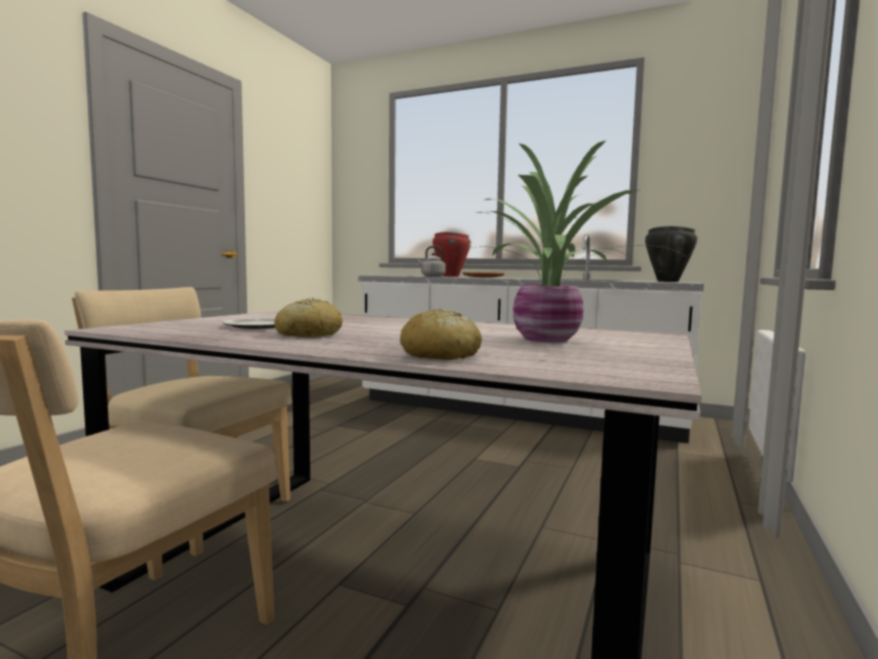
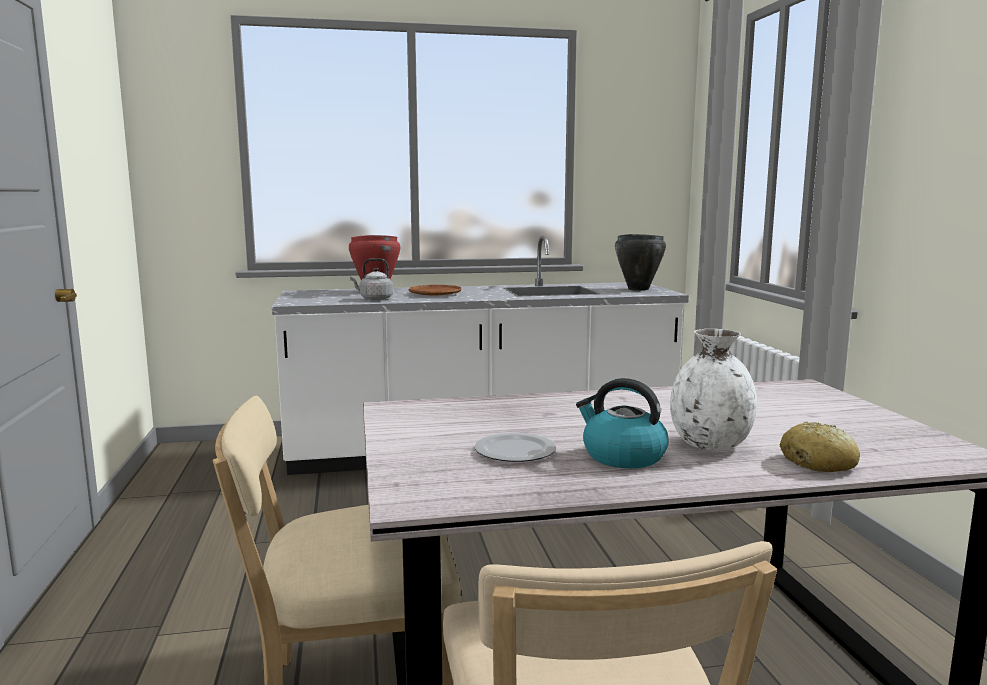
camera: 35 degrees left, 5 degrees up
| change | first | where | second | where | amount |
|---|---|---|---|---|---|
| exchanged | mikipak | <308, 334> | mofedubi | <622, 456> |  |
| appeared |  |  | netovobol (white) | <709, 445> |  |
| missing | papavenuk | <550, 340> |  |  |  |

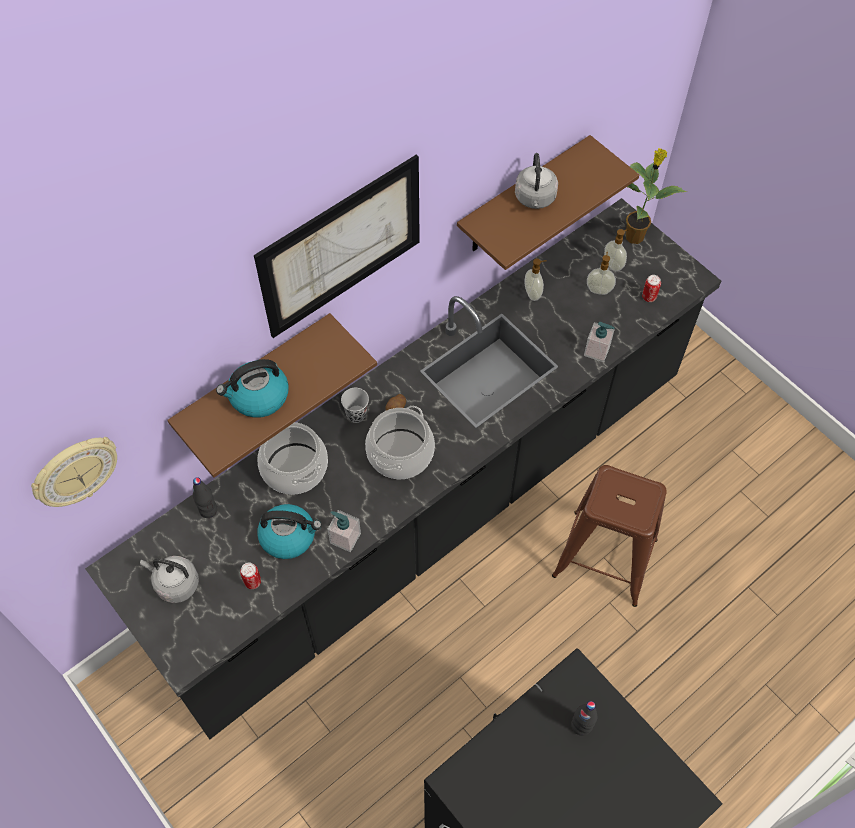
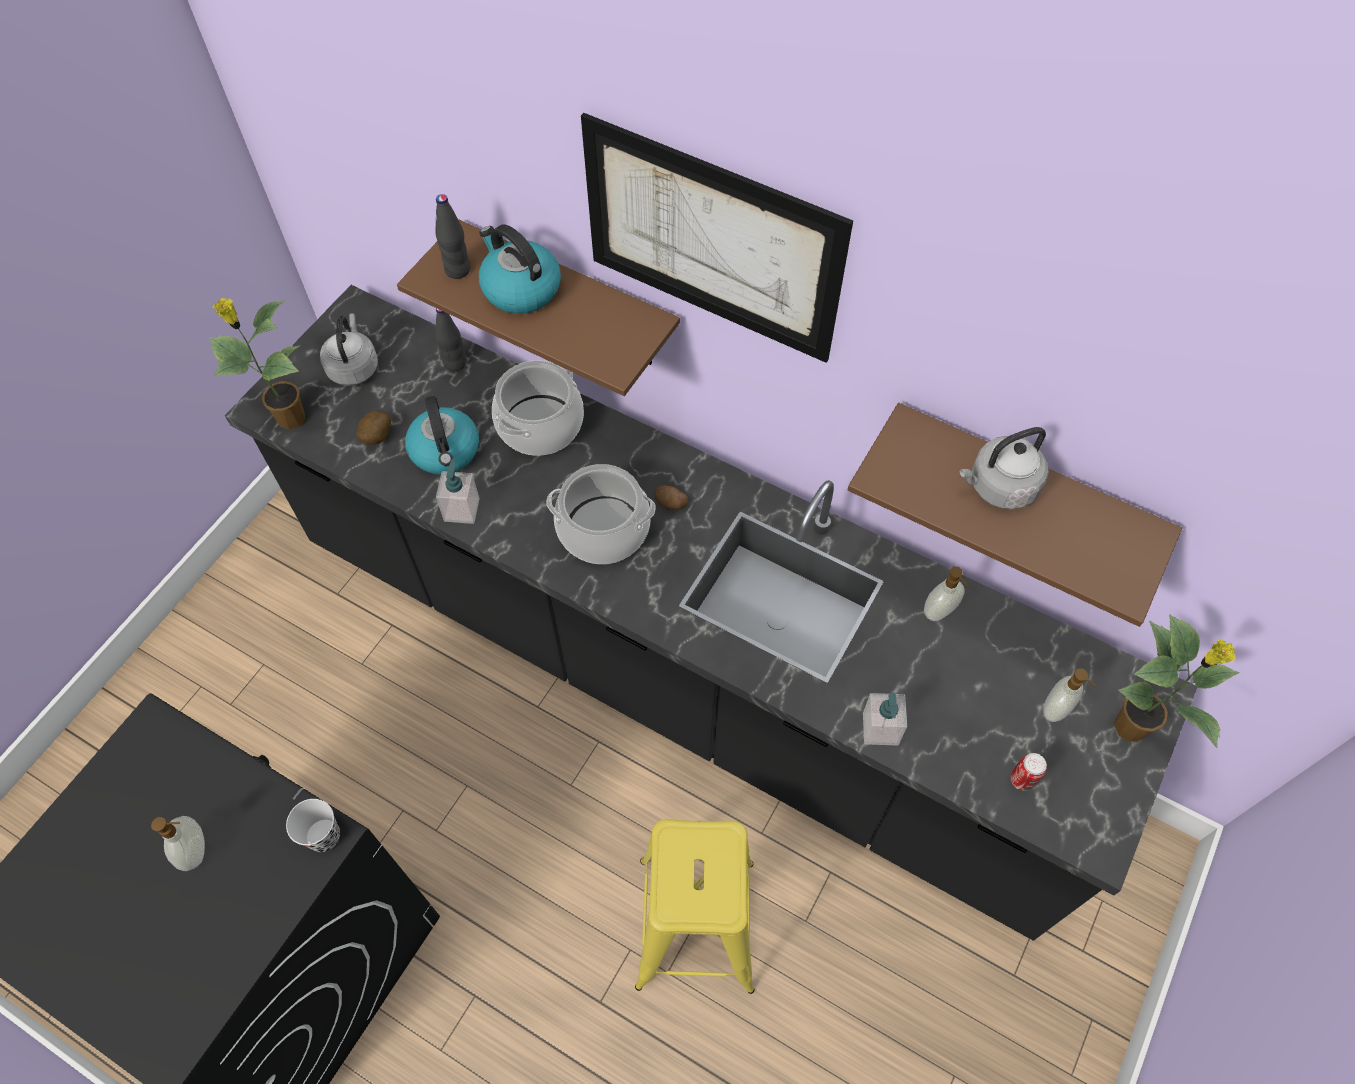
camera: 70 degrees right, 0 degrees up
| change | first | where | second | where | amount |
|---|---|---|---|---|---|
| relocated | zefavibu | <599, 289> |  | <197, 850> |  |
| appeared |  |  | papavenuk | <289, 418> |  |
| relocated | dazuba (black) | <356, 414> |  | <324, 836> |  |
| exchanged | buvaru | <253, 582> | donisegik | <376, 437> |  |
| relocated | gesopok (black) | <581, 725> |  | <458, 270> |  |
| colour | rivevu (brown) | <605, 557> | rivevu (yellow) | <695, 923> |  |
| missing | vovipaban | <75, 471> |  |  |  |

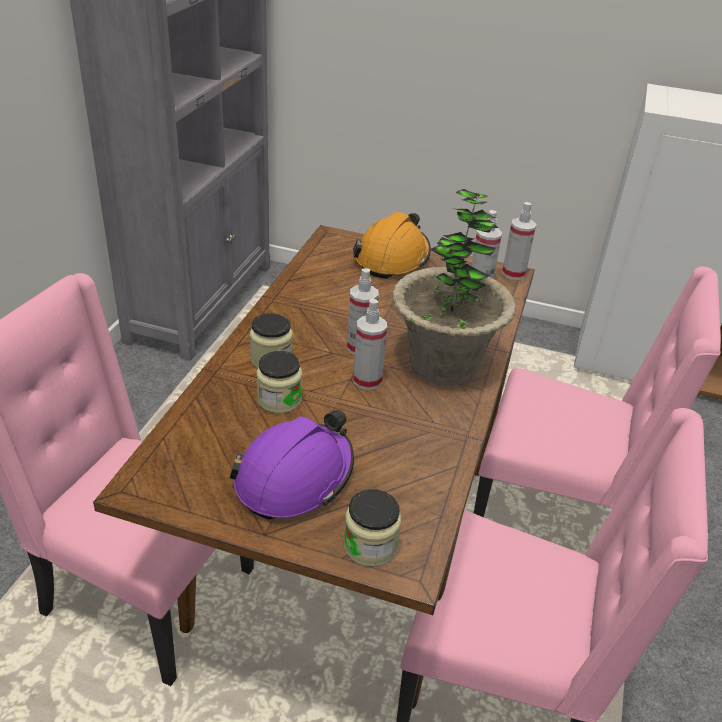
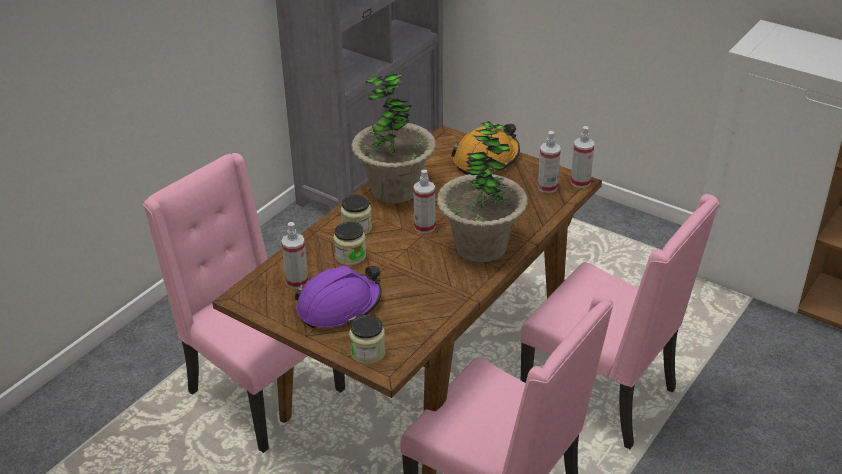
camera: 20 degrees right, 0 degrees up
| change | first | where | second | where | amount |
|---|---|---|---|---|---|
| relocated | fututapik | <367, 380> |  | <297, 281> |  |
| appeared |  |  | papavenuk | <395, 189> |  |

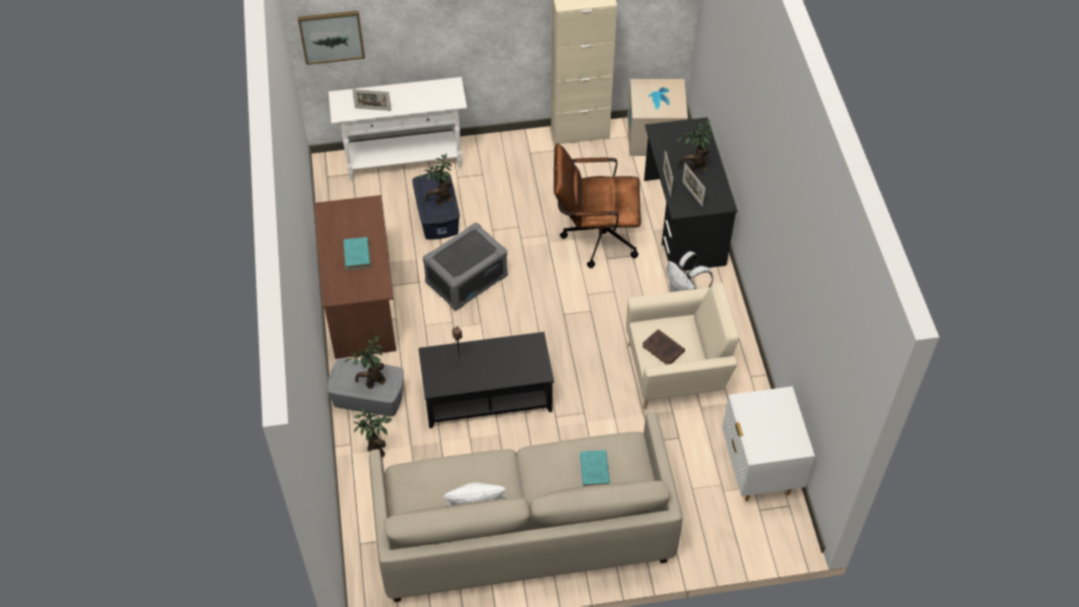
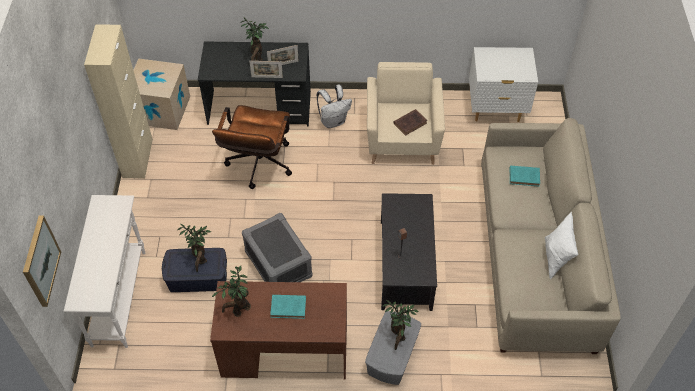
camera: 80 degrees left, 0 degrees up
| change | first | where | second | where | amount |
|---|---|---|---|---|---|
| relocated | papavenuk | <375, 449> |  | <239, 310> |  |
| missing | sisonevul | <373, 109> |  |  |  |

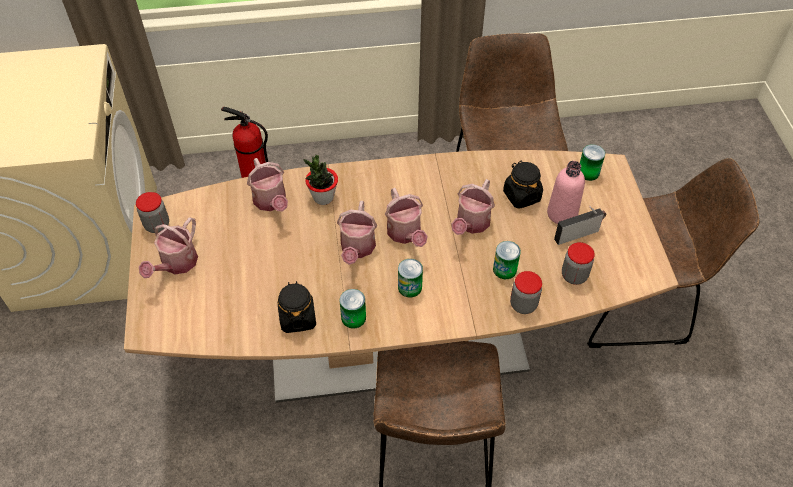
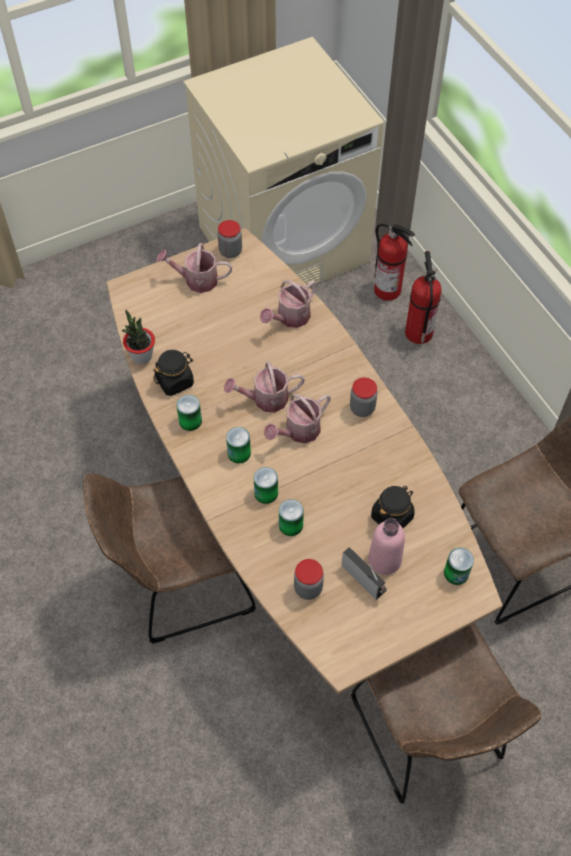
camera: 70 degrees right, 5 degrees up
| change | first | where | second | where | amount |
|---|---|---|---|---|---|
| relocated | papavenuk | <323, 197> |  | <141, 356> |  |
| appeared |  |  | buvaru | <266, 493> |  |
| relocated | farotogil | <523, 304> |  | <362, 408> |  |
| appeared |  |  | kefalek | <388, 290> |  |
| missing | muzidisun | <471, 224> |  |  |  |

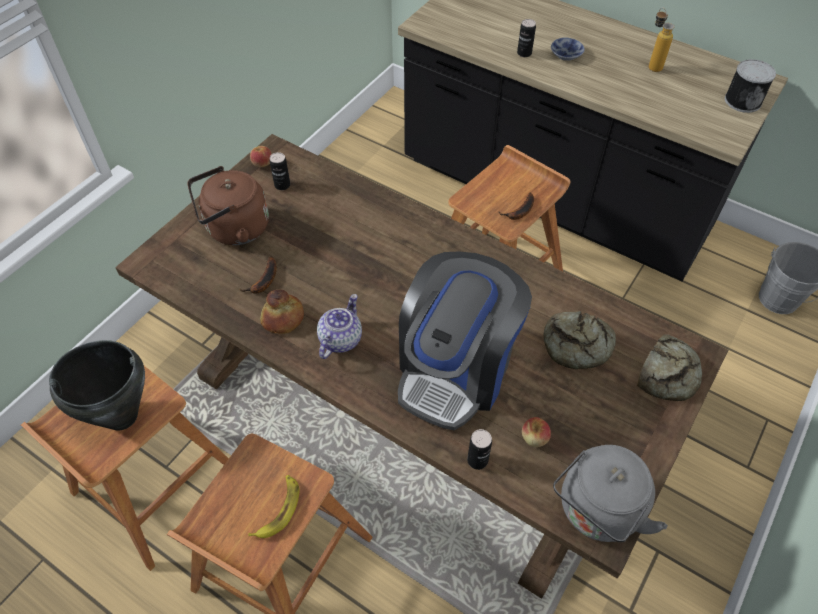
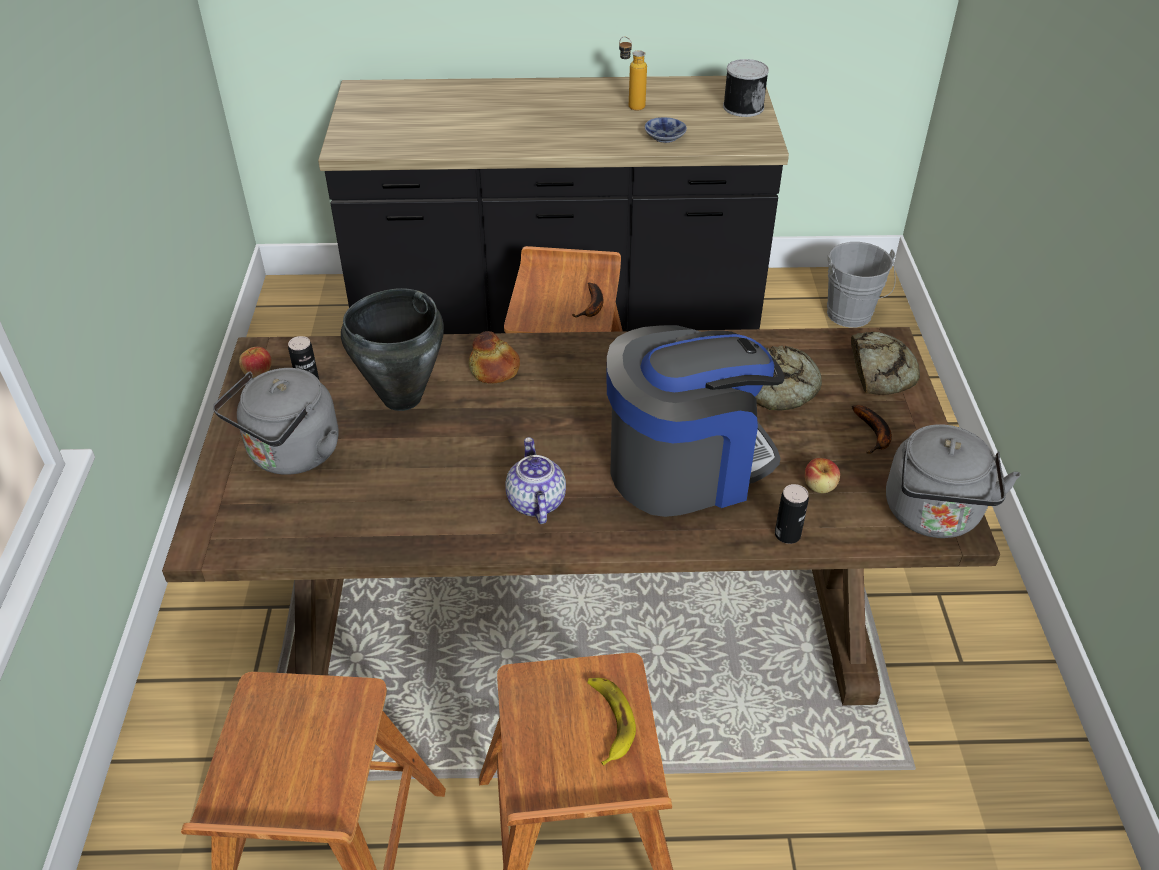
camera: 35 degrees left, 10 degrees down
| change | first | where | second | where | amount |
|---|---|---|---|---|---|
| colour | mofedubi (brown) | <234, 229> | mofedubi (grey) | <291, 455> |  |
| relocated | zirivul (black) | <121, 416> |  | <401, 398> |  |
| relocated | mikipak | <283, 318> |  | <495, 369> |  |
| spun | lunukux | <456, 369> |  | <686, 466> | 105 degrees counterclockwise |
| relocated | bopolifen | <565, 54> |  | <663, 136> |  |
| relocated | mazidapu | <264, 281> |  | <874, 434> |  |
| missing | buvaru | <524, 53> |  |  |  |

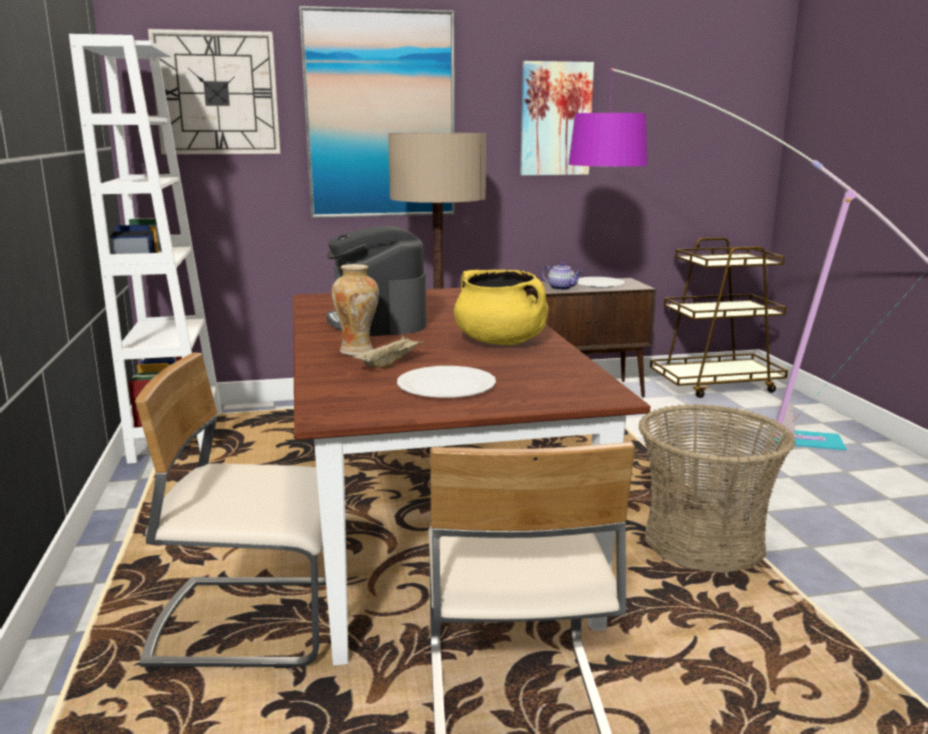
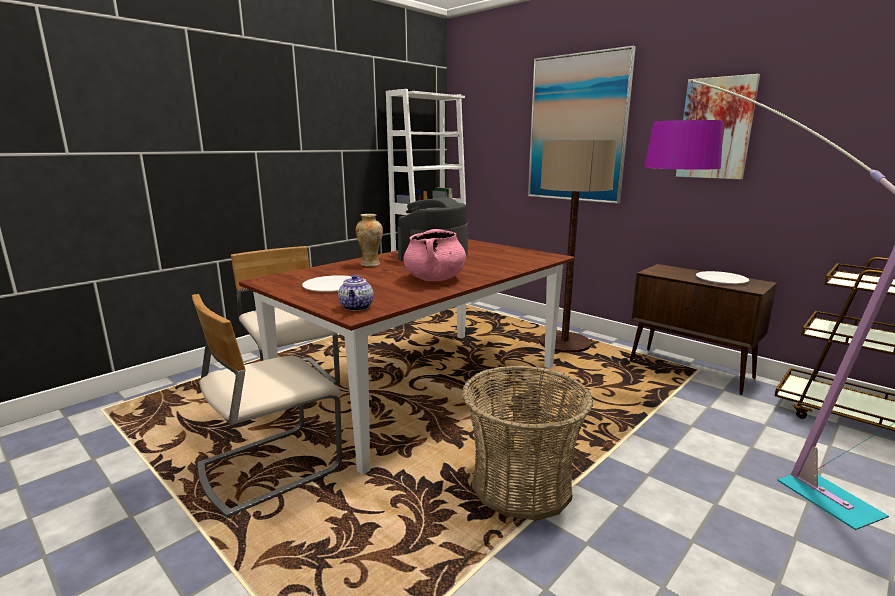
camera: 55 degrees right, 0 degrees up
| change | first | where | second | where | amount |
|---|---|---|---|---|---|
| relocated | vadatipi | <561, 288> |  | <357, 307> |  |
| colour | zirivul (yellow) | <501, 342> | zirivul (pink) | <435, 279> |  |
| missing | vovipaban | <216, 93> |  |  |  |
| missing | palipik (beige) | <390, 364> |  |  |  |

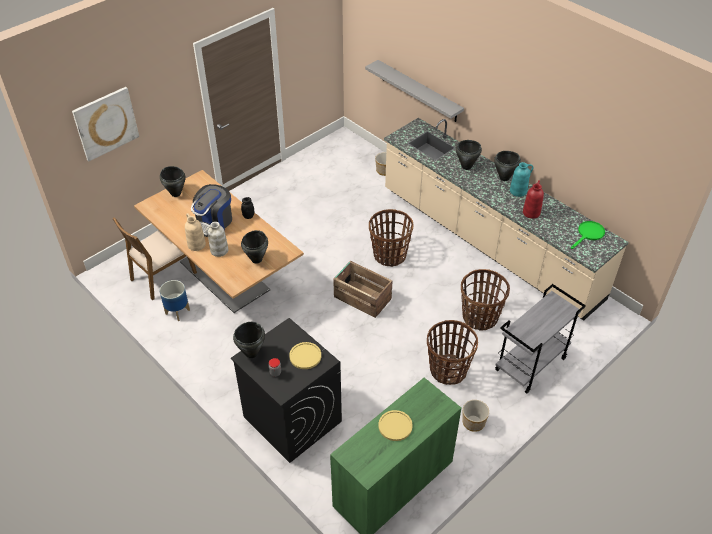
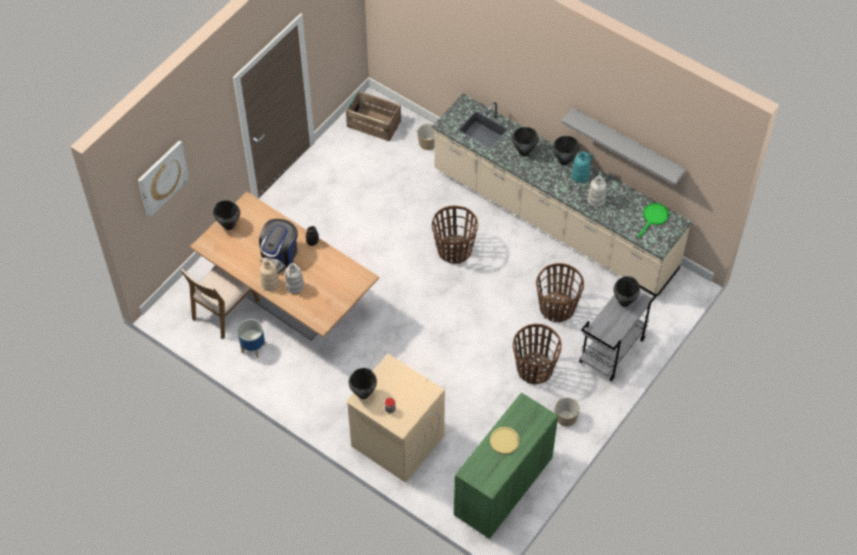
camera: 10 degrees left, 10 degrees up
| change | first | where | second | where | amount |
|---|---|---|---|---|---|
| relocated | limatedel | <362, 297> |  | <373, 123> |  |
| colour | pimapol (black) | <291, 419> | pimapol (beige) | <397, 441> |  |
| relocated | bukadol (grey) | <418, 91> |  | <627, 145> |  |
| colour | netovobol (red) | <531, 212> | netovobol (white) | <596, 200> |  |
| relocated | zirivul (black) | <257, 259> |  | <624, 302> |  |
| missing | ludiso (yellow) | <305, 356> |  |  |  |

